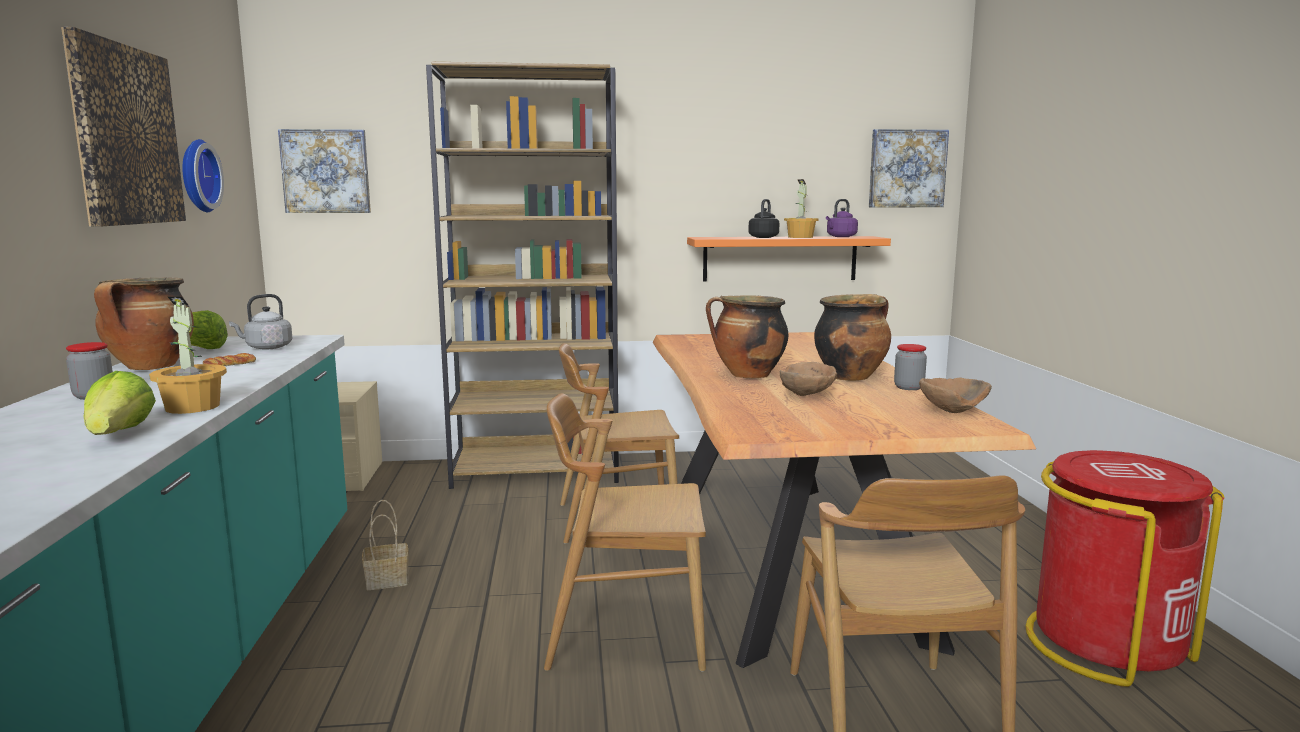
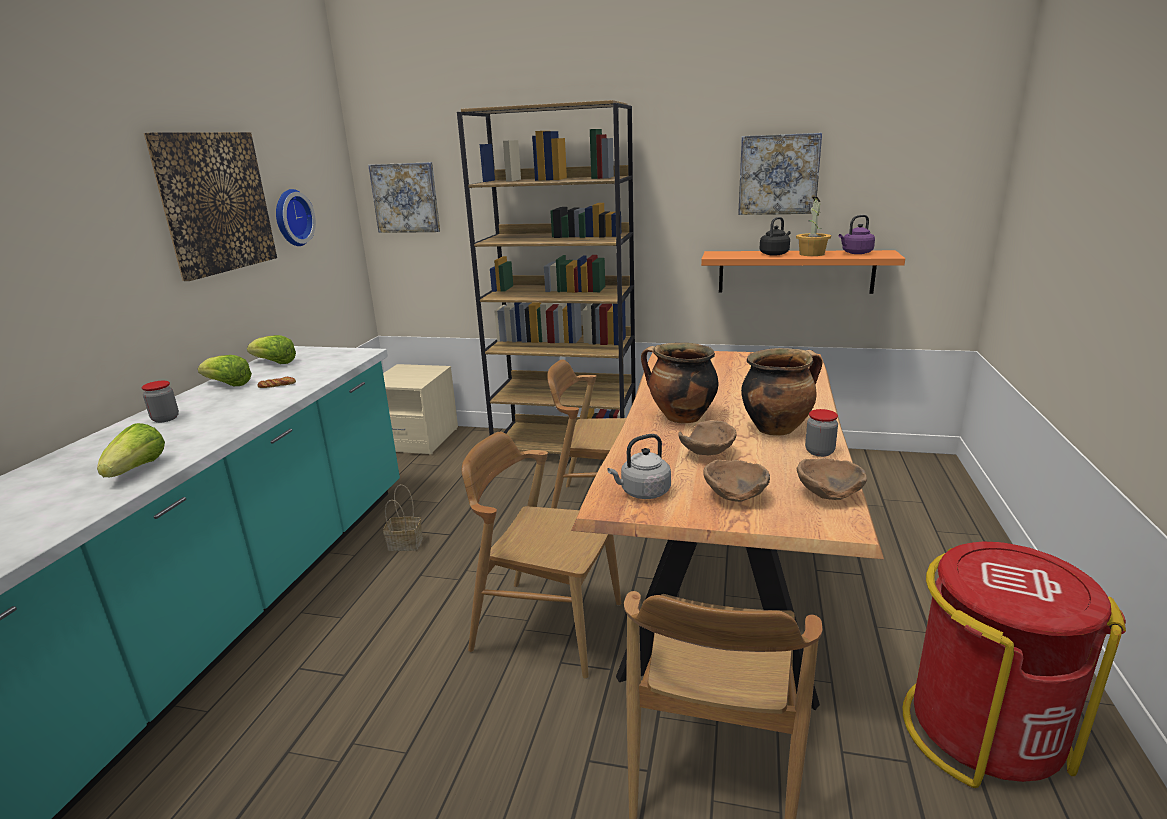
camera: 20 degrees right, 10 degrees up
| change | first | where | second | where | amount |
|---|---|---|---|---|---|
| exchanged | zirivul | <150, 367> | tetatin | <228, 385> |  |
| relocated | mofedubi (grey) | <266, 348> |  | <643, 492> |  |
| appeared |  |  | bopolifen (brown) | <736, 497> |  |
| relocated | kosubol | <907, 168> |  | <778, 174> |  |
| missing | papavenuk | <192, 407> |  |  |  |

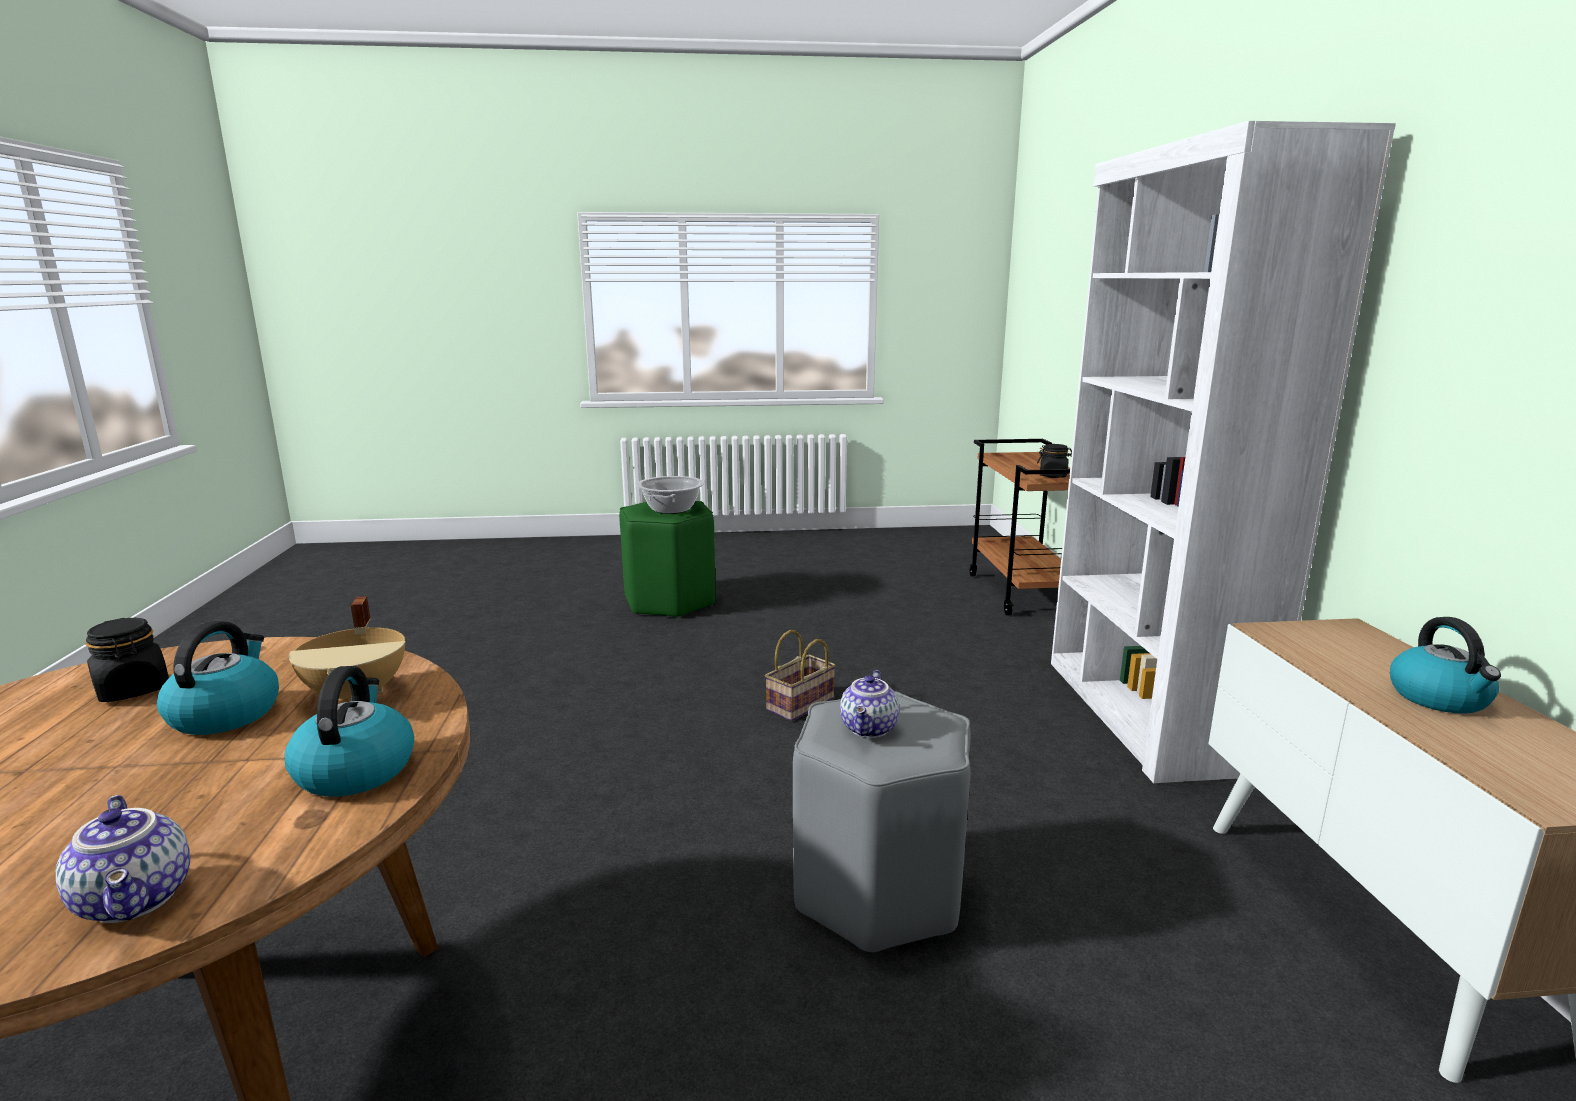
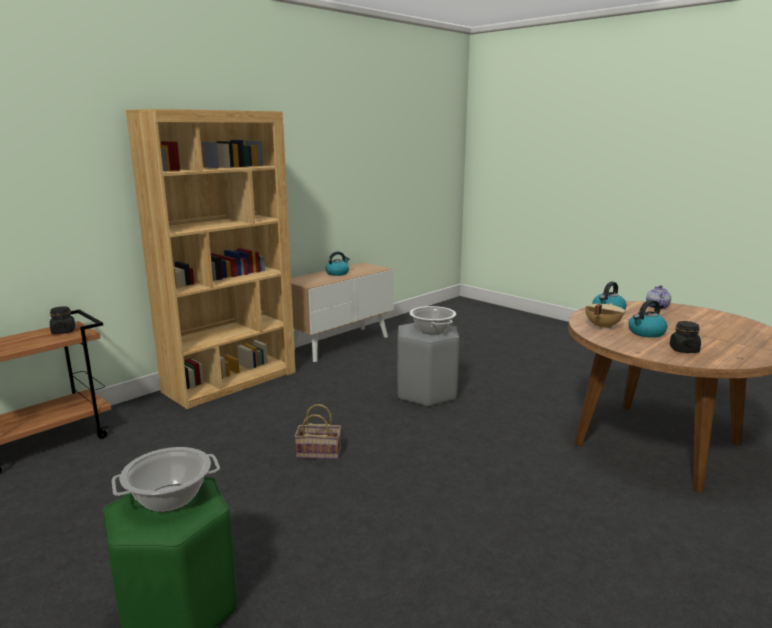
camera: 130 degrees left, 0 degrees up
| change | first | where | second | where | amount |
|---|---|---|---|---|---|
| colour | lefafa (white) | <1145, 713> | lefafa (brown) | <231, 381> |  |
| exchanged | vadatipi | <870, 729> | zirivul | <432, 330> |  |

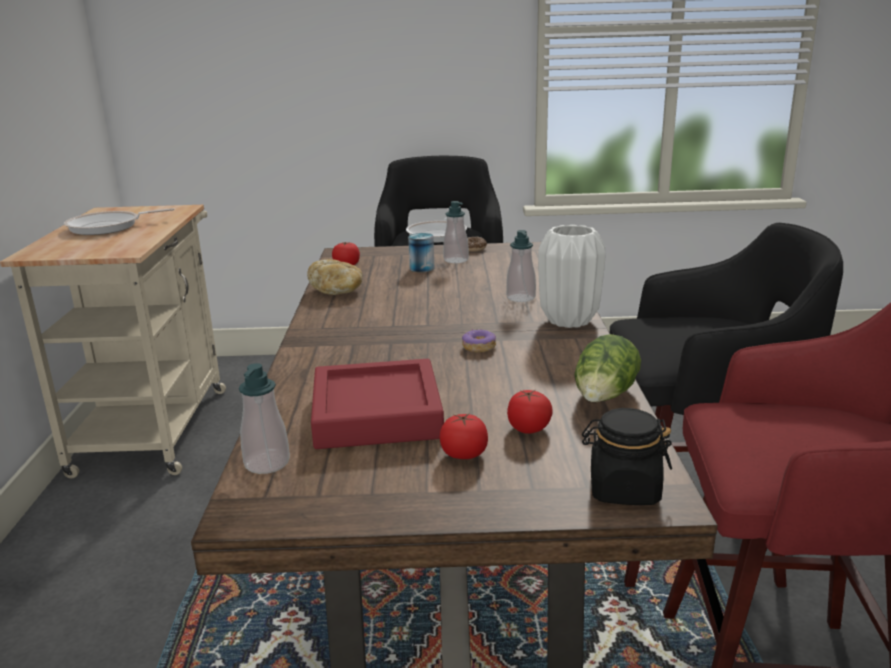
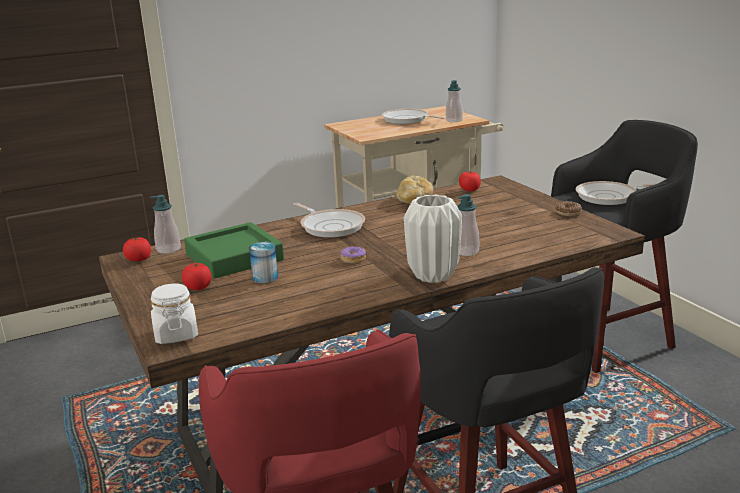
camera: 65 degrees right, 0 degrees up
| change | first | where | second | where | amount |
|---|---|---|---|---|---|
| relocated | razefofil | <529, 428> |  | <138, 259> |  |
| colour | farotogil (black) | <623, 489> | farotogil (white) | <176, 334> |  |
| colour | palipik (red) | <377, 414> | palipik (green) | <234, 257> |  |
| relocated | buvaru | <422, 268> |  | <265, 278> |  |
| appeared |  |  | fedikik | <331, 226> |  |
| relocated | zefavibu | <456, 260> |  | <454, 120> |  |
| missing | tetatin | <604, 397> |  |  |  |

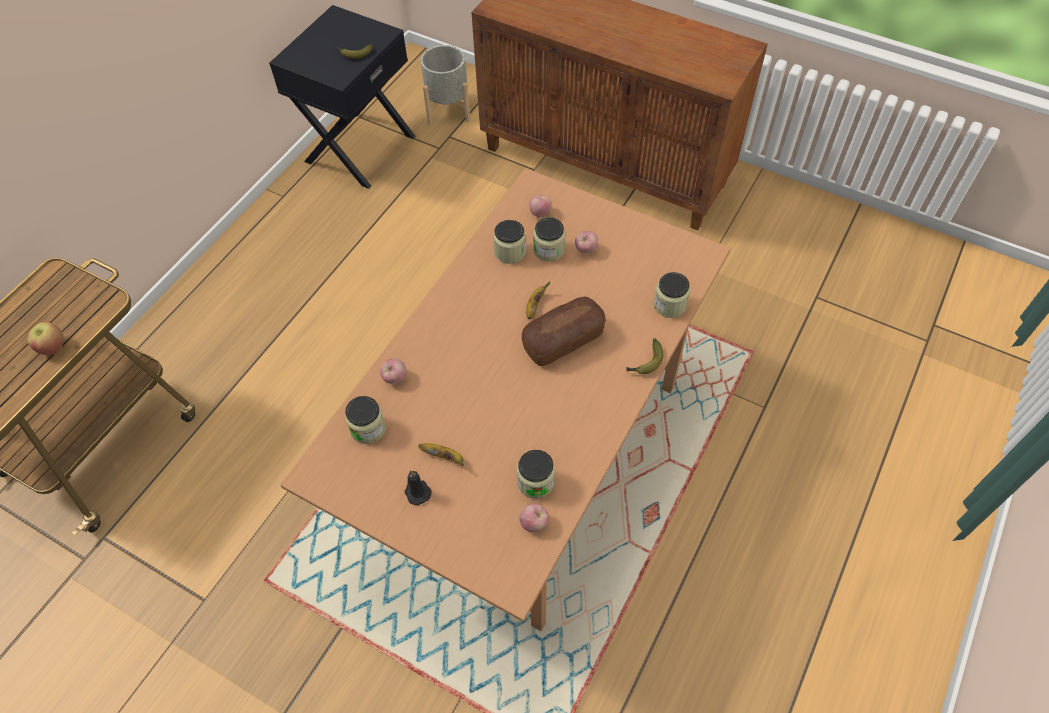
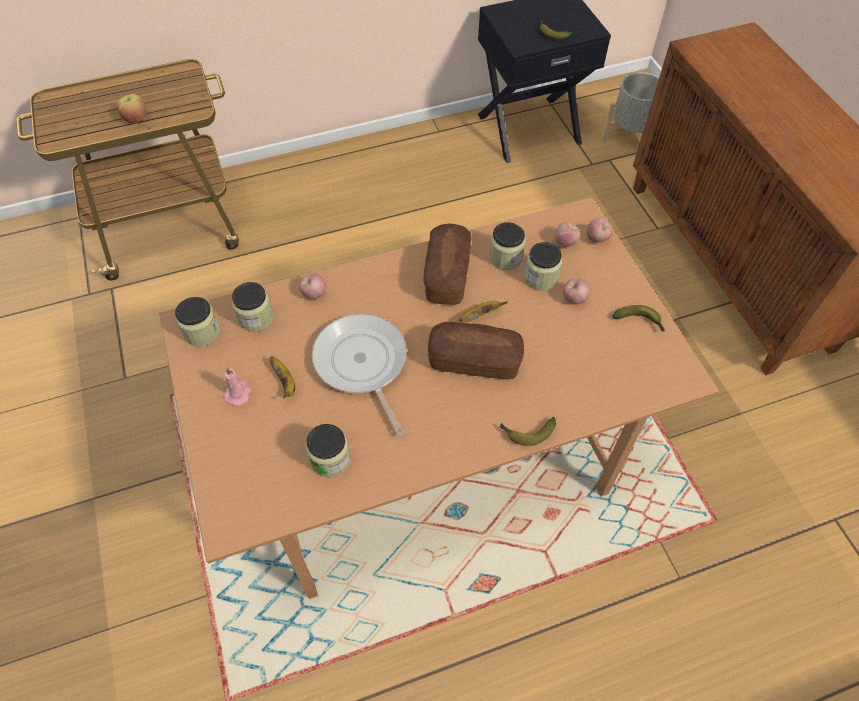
camera: 40 degrees right, 0 degrees up
| change | first | where | second | where | amount |
|---|---|---|---|---|---|
| relocated | farotogil | <669, 305> |  | <202, 332> |  |
| colour | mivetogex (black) | <417, 491> | mivetogex (pink) | <238, 393> |  |
| appeared |  |  | fedikik | <362, 364> |  |
| appeared |  |  | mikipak | <447, 274> |  |
| relocated | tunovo | <534, 523> |  | <597, 239> |  |
| appeared |  |  | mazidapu | <640, 321> |  |

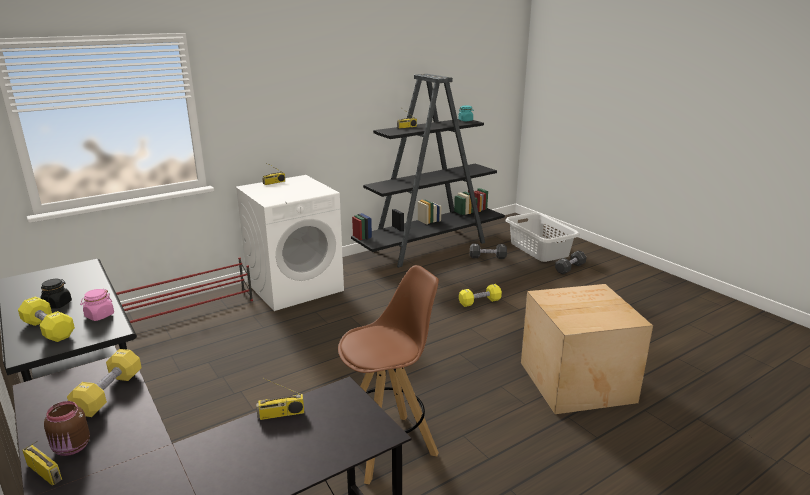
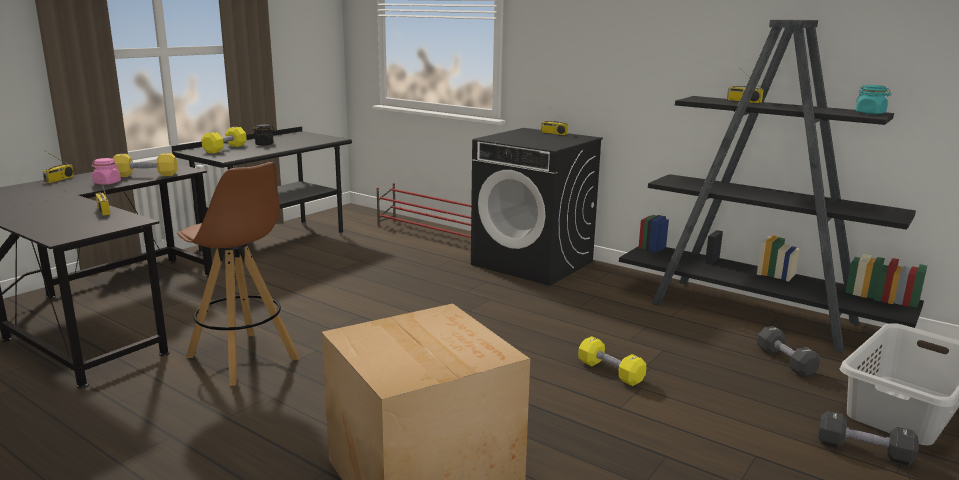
camera: 70 degrees right, 5 degrees down
| change | first | where | second | where | amount |
|---|---|---|---|---|---|
| relocated | farotogil (pink) | <99, 316> |  | <107, 183> |  |
| colour | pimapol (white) | <295, 287> | pimapol (black) | <533, 263> |  |
| missing | farotogil (brown) | <72, 448> |  |  |  |

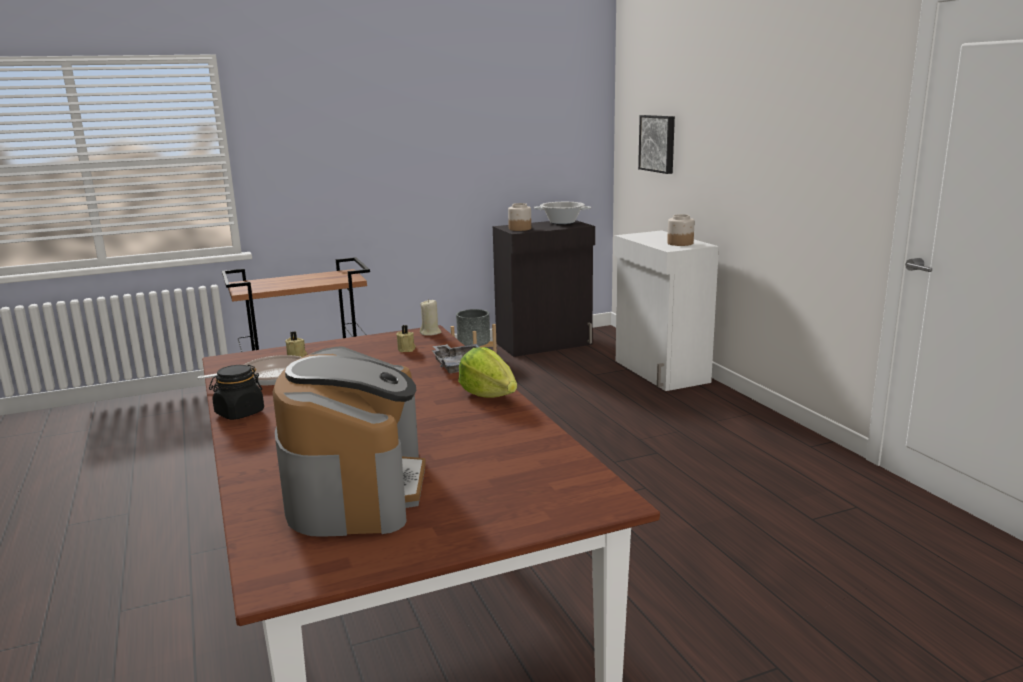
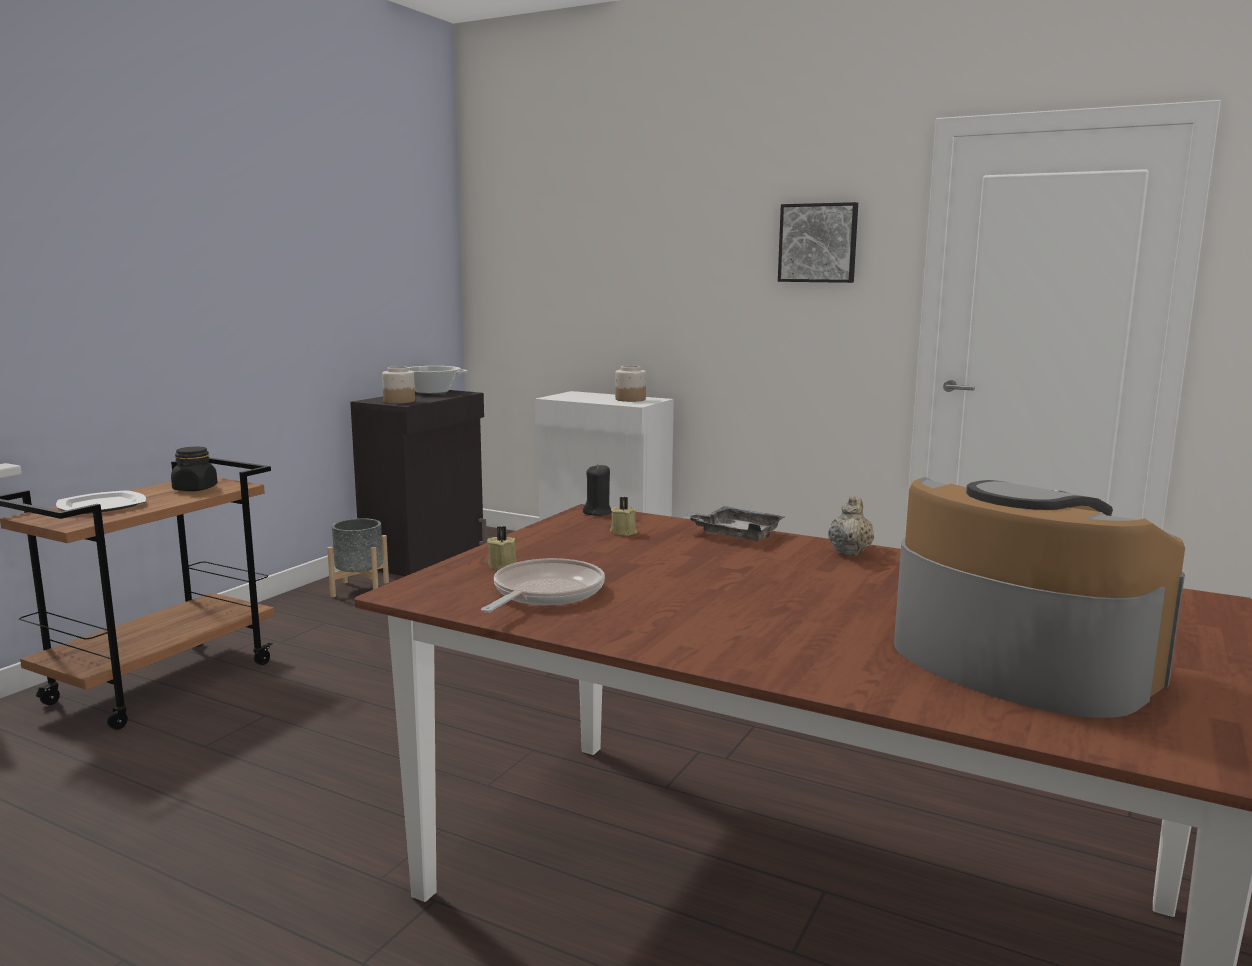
camera: 40 degrees left, 5 degrees down
| change | first | where | second | where | amount |
|---|---|---|---|---|---|
| appeared |  |  | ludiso | <102, 505> |  |
| relocated | farotogil (black) | <239, 413> |  | <195, 489> |  |
| colour | mivetogex (beige) | <430, 333> | mivetogex (black) | <597, 512> |  |
| relocated | kosubol | <658, 143> |  | <818, 243> |  |
| exchanged | tetatin | <488, 395> | vadatipi (beige) | <850, 552> |  |

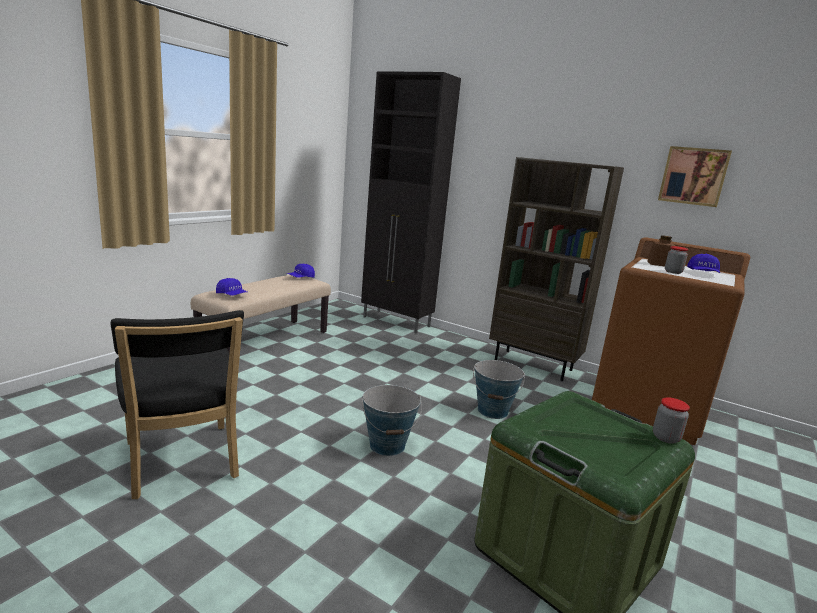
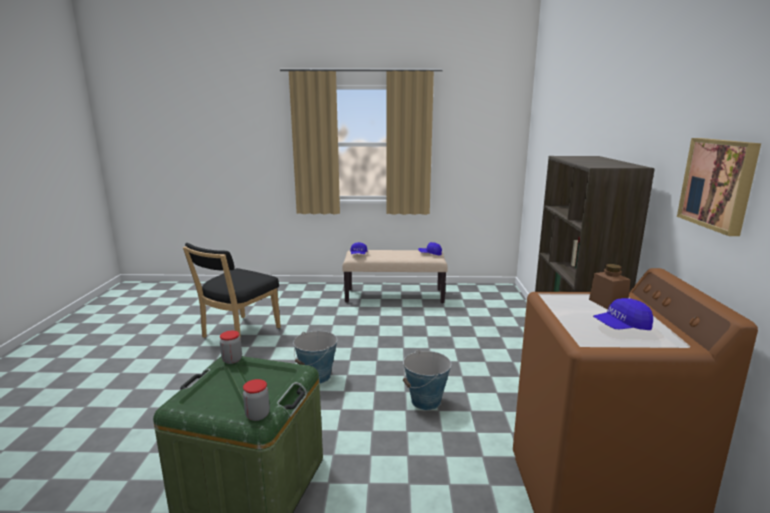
camera: 60 degrees right, 0 degrees up
| change | first | where | second | where | amount |
|---|---|---|---|---|---|
| relocated | farotogil | <673, 272> |  | <232, 360> |  |
| missing | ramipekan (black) | <396, 322> |  |  |  |

